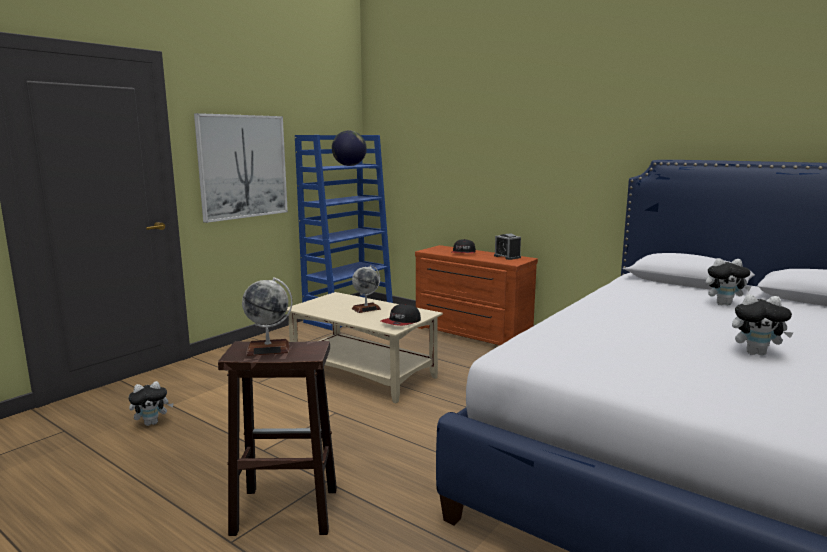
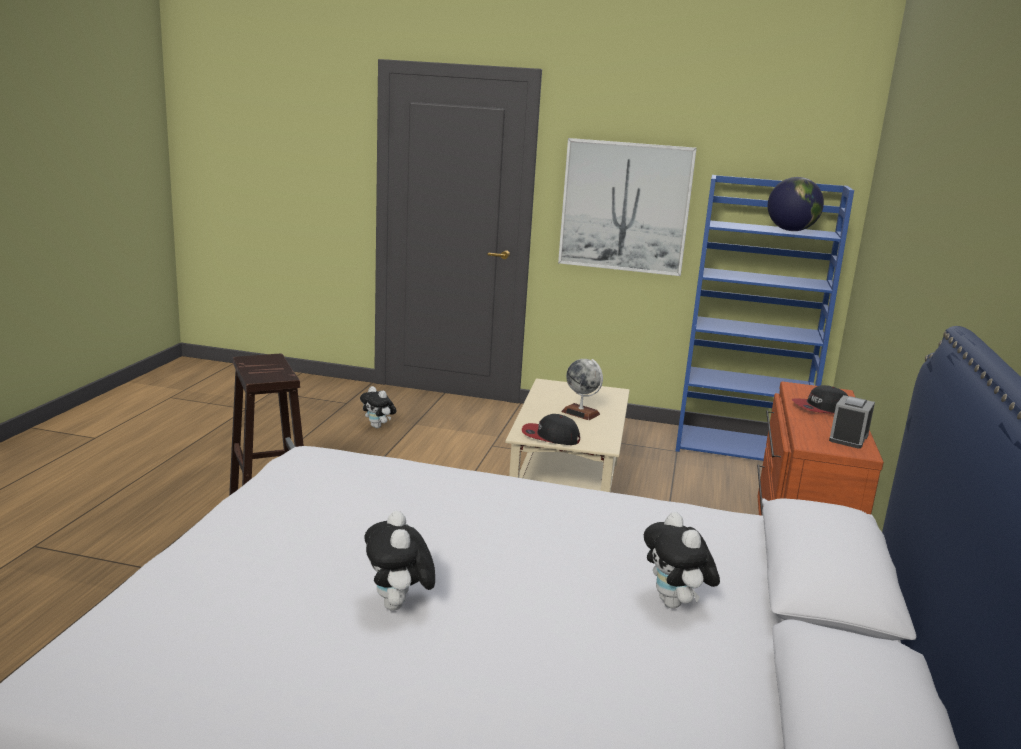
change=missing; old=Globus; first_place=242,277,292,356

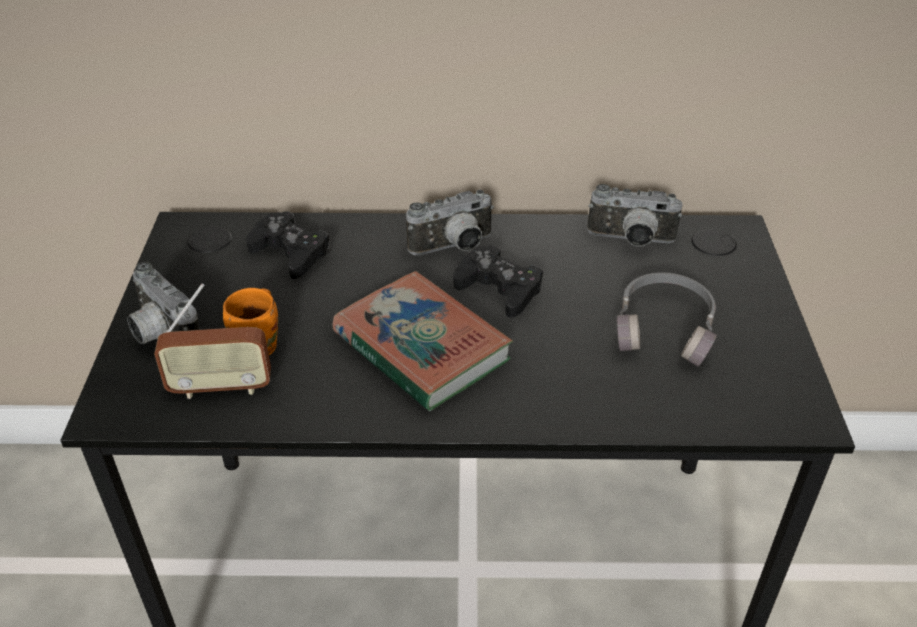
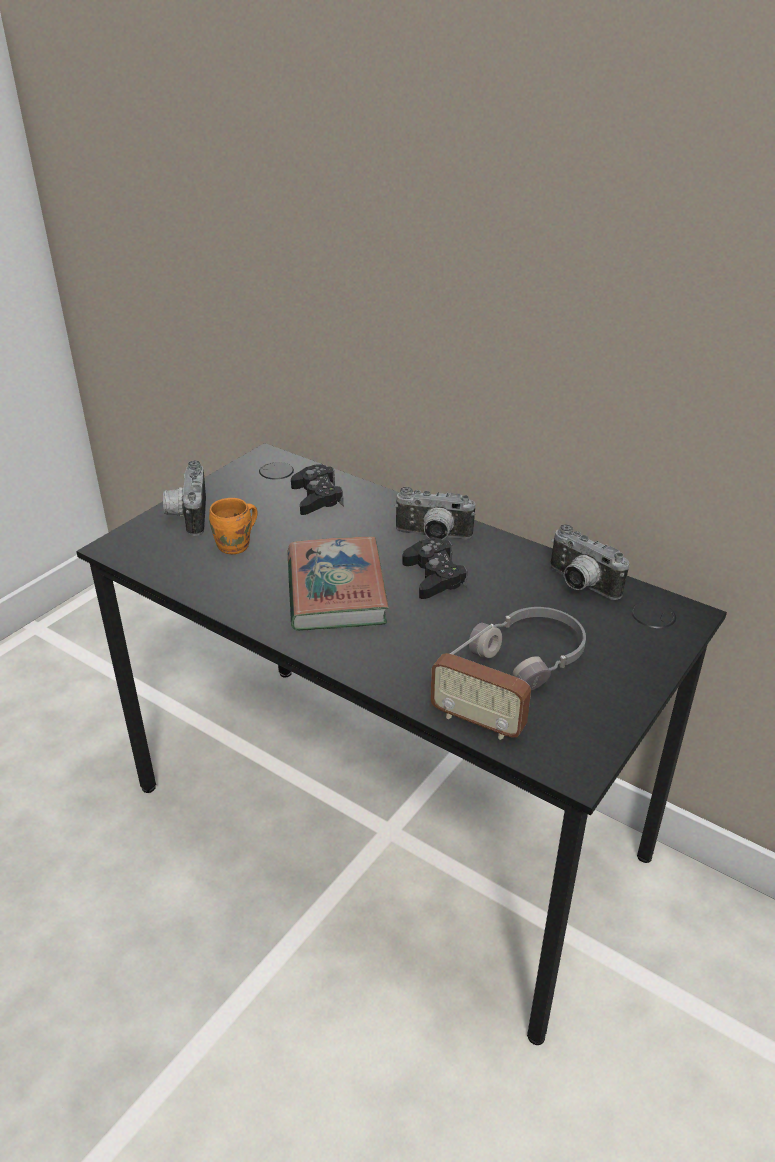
change=relocated; old=Radio; first_place=154,284,271,399; second_place=430,624,531,740

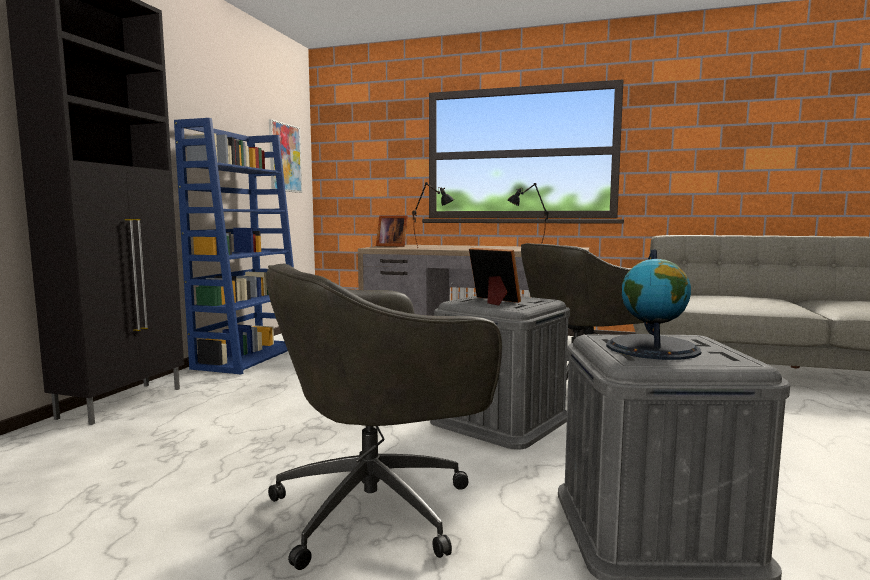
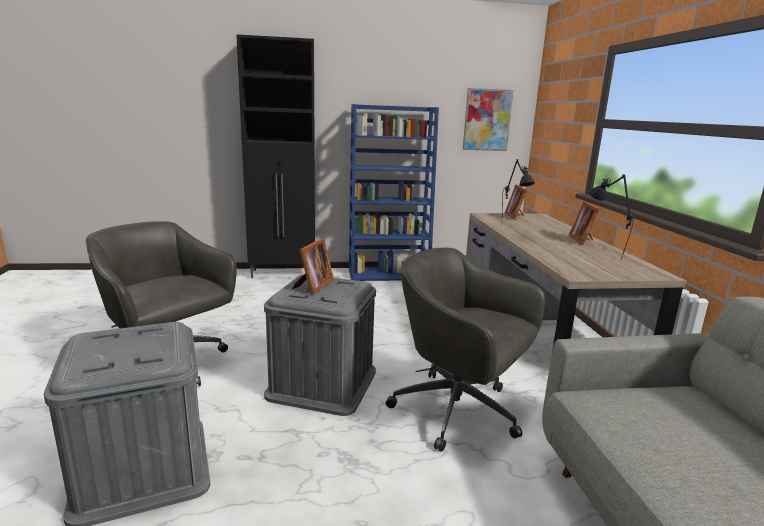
change=appeared; new=Bilderrahmen; second_place=569,202,600,245
change=missing; old=Globus; first_place=606,249,701,360

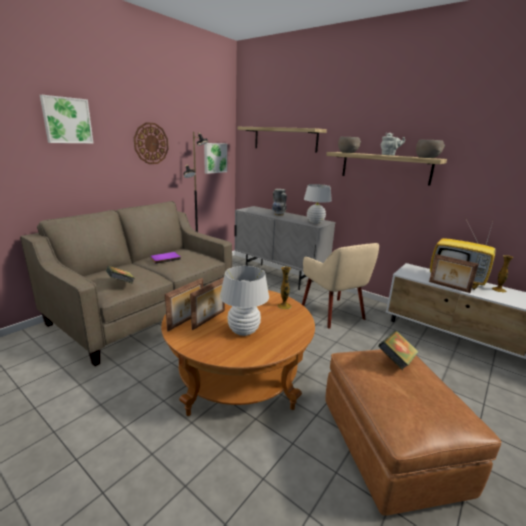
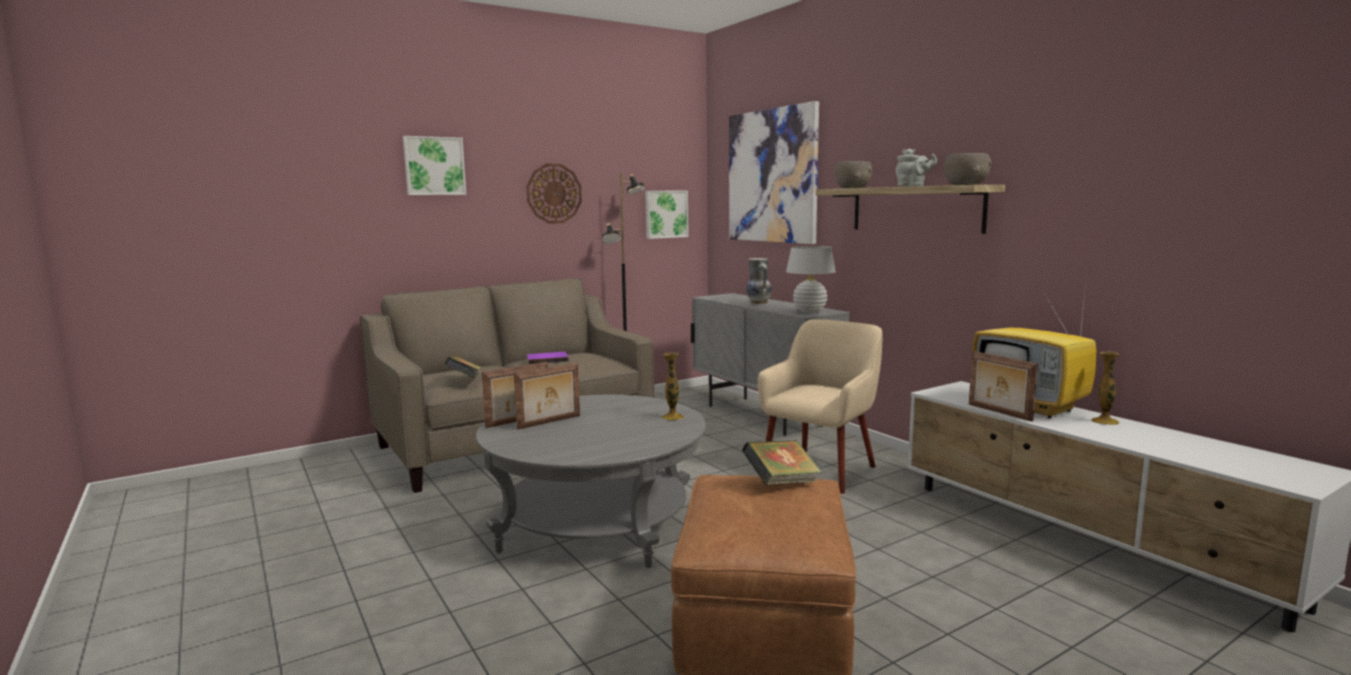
change=colour; old=Couchtisch [braun]; new=Couchtisch [grau]; first_place=161,290,315,416; second_place=476,395,706,568
change=exchanged; old=Wandregal; new=Bild; first_place=237,127,327,152; second_place=729,101,819,244
change=spun; old=Sessel [beige]; first_place=302,243,379,329; second_place=758,319,882,494; degrees=-135
change=missing; old=Tischlampe [weiß]; first_place=220,266,269,336

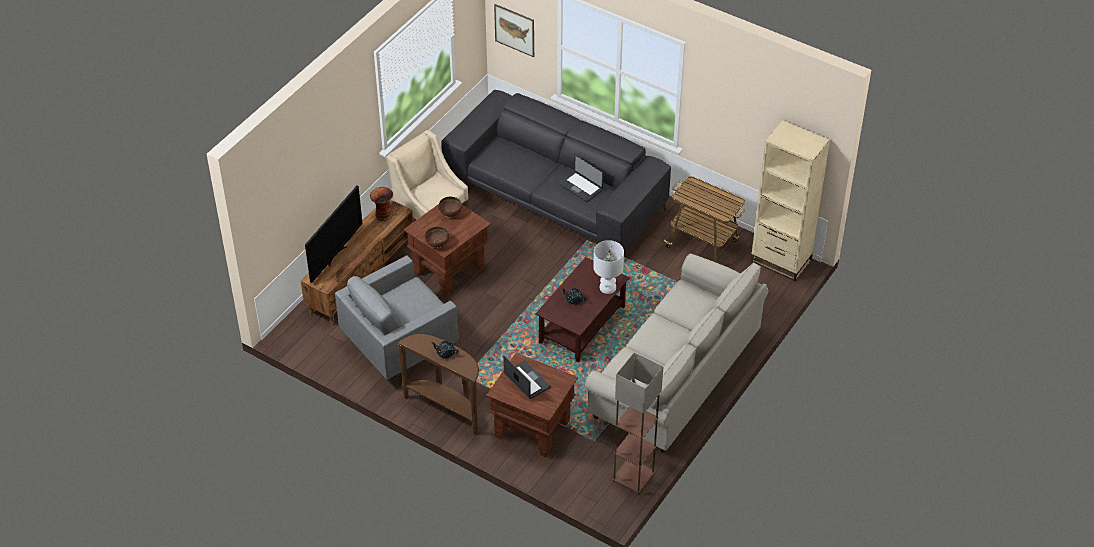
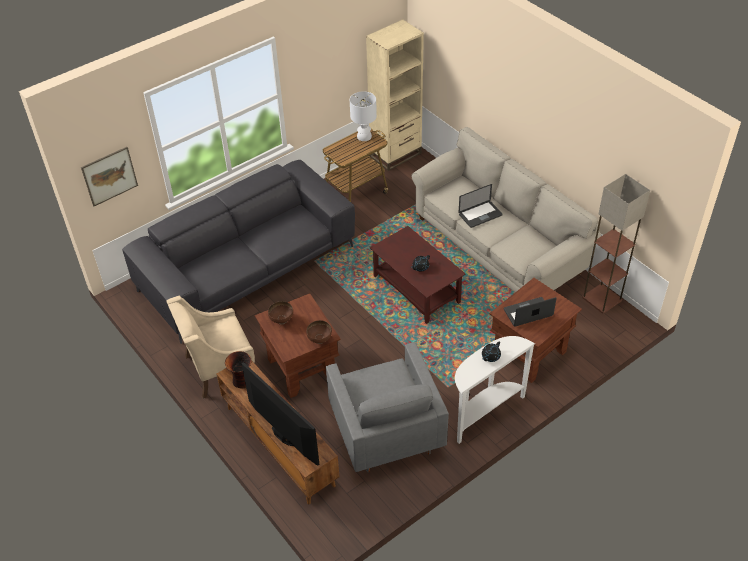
change=relocated; old=Tischlampe [weiß]; first_place=593,240,624,294; second_place=350,91,377,141
change=colour; old=Konsolentisch [braun]; new=Konsolentisch [weiß]; first_place=397,334,479,435; second_place=455,336,535,444
change=relocated; old=Laptop; first_place=559,154,603,202; second_place=458,184,503,228

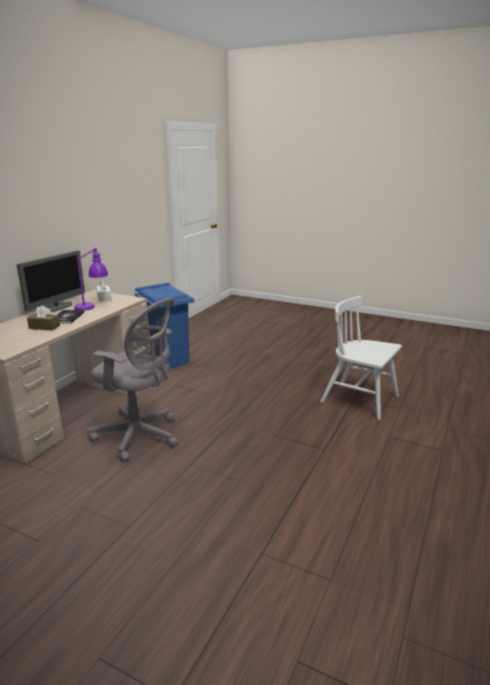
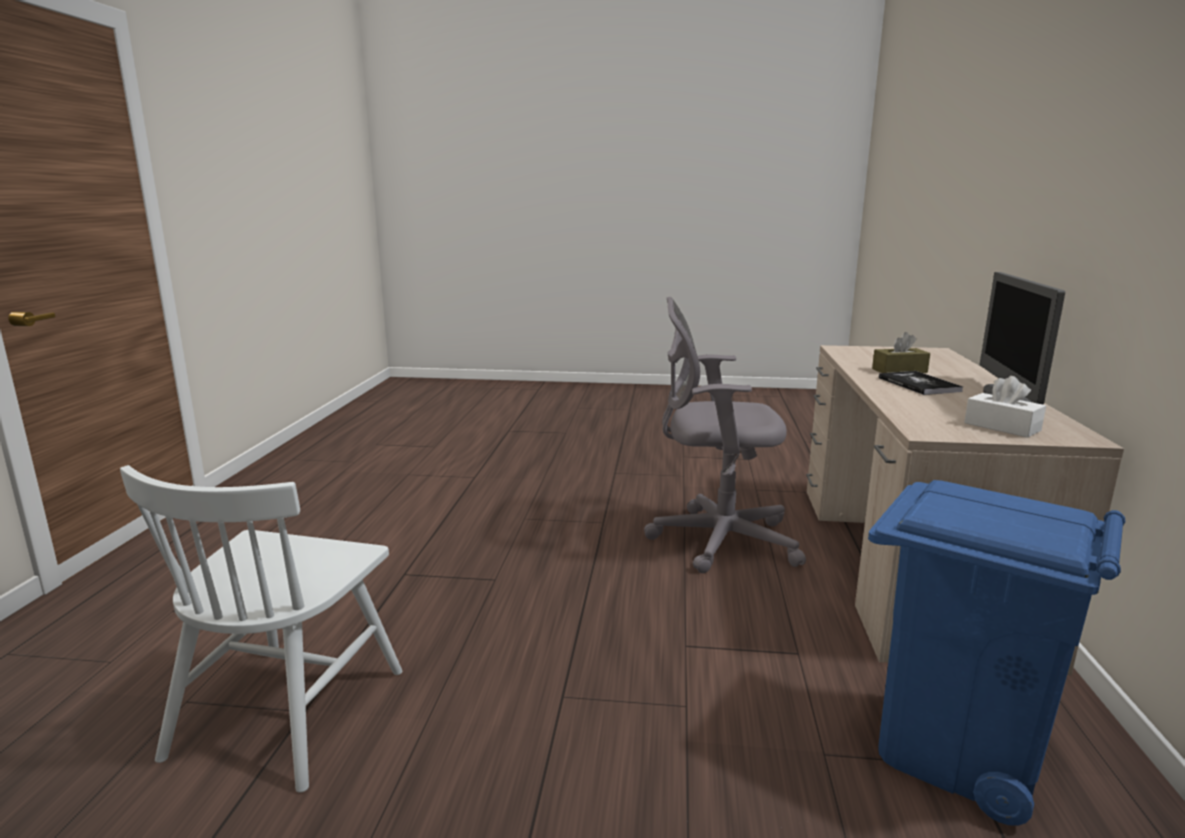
change=spun; old=Stuhl [weiß]; first_place=320,296,402,420; second_place=120,465,403,793; degrees=90
change=missing; old=Tischlampe [lila]; first_place=74,248,108,311

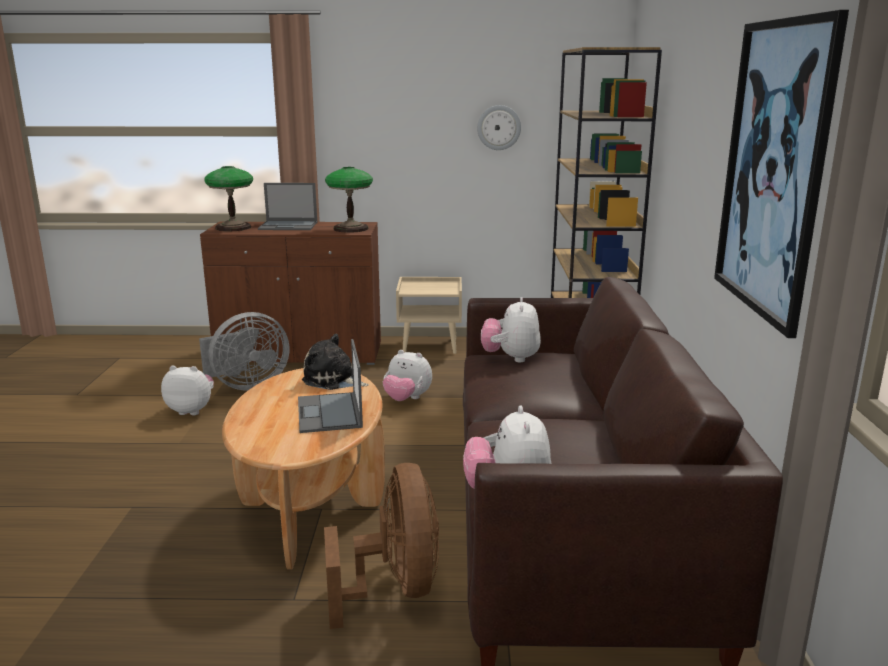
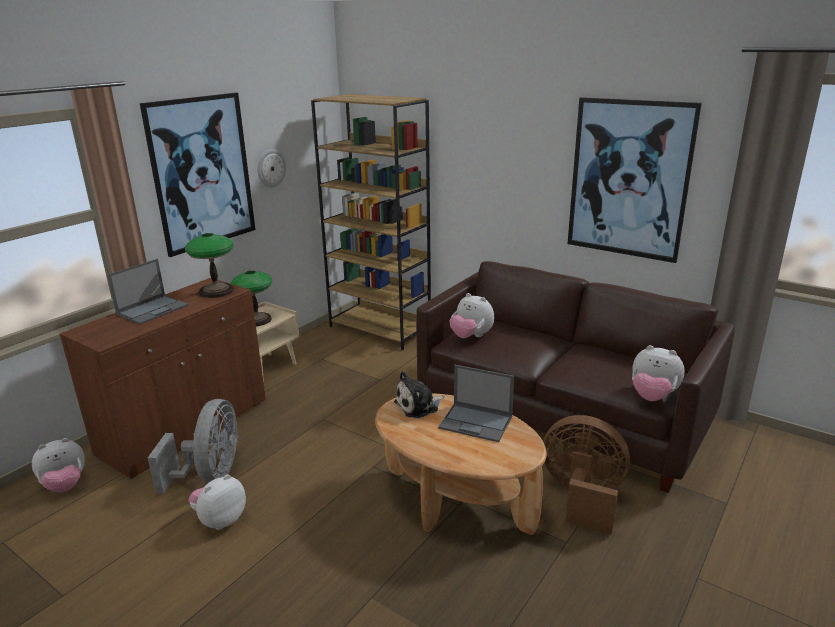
change=relocated; old=Plüschtier; first_place=383,350,432,401; second_place=32,438,85,492
change=appeared; new=Bild; second_place=140,93,255,257
change=relocated; old=Tischlampe; first_place=205,166,253,231; second_place=231,271,273,326

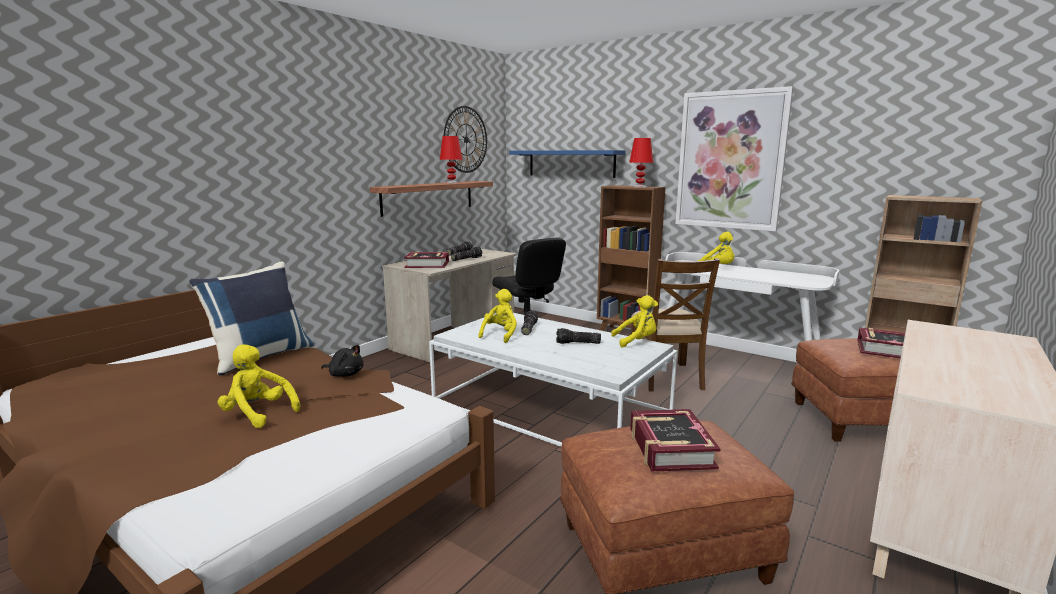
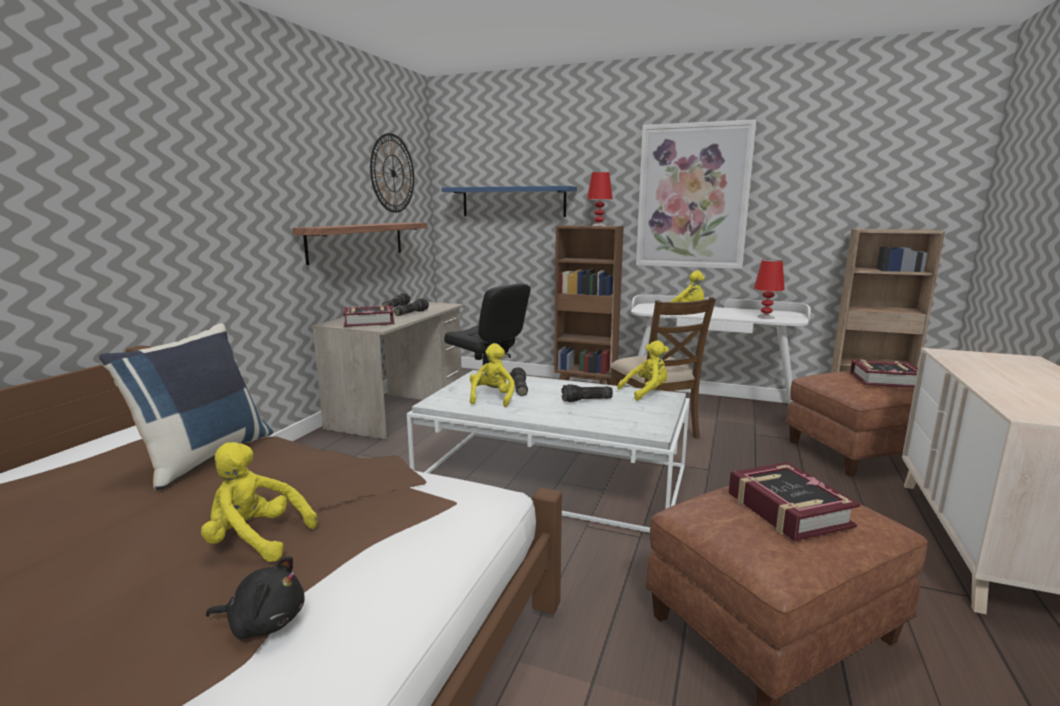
change=relocated; old=Plüschtier [schwarz]; first_place=321,345,363,377; second_place=206,556,305,639
change=relocated; old=Tischlampe [rot]; first_place=440,136,462,183; second_place=754,260,785,319

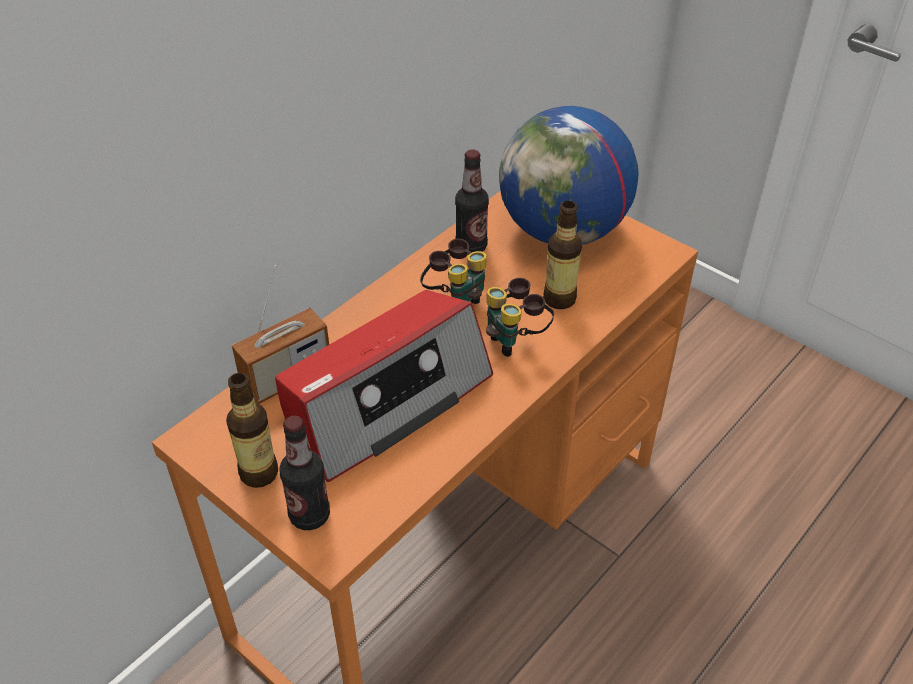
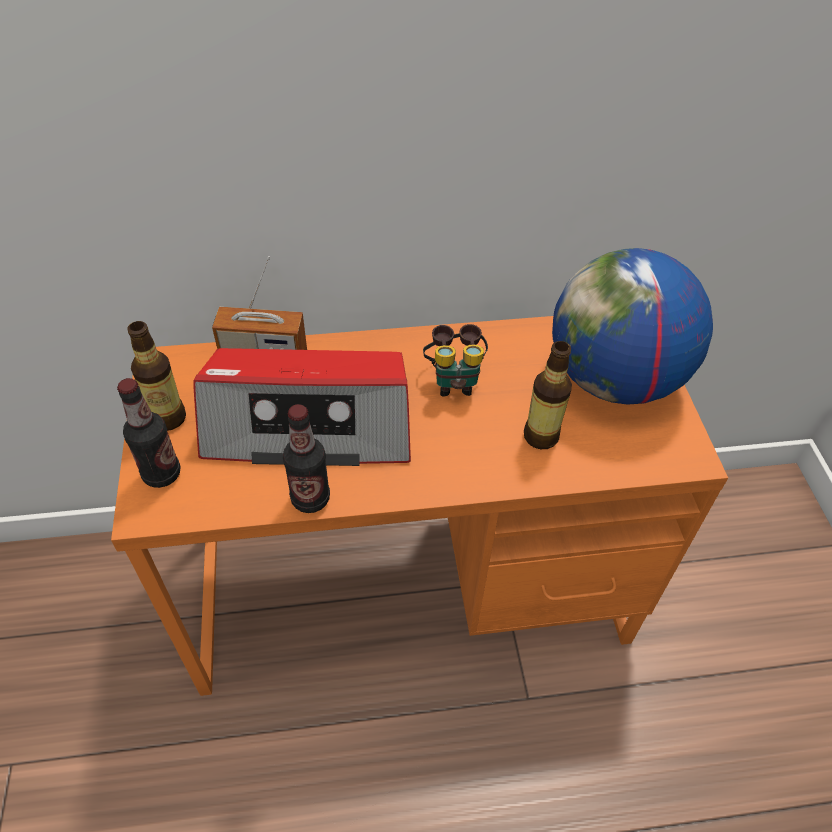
change=relocated; old=Flasche; first_place=455,150,489,253; second_place=283,404,330,513
change=missing; old=Fernglas; first_place=486,278,554,357

